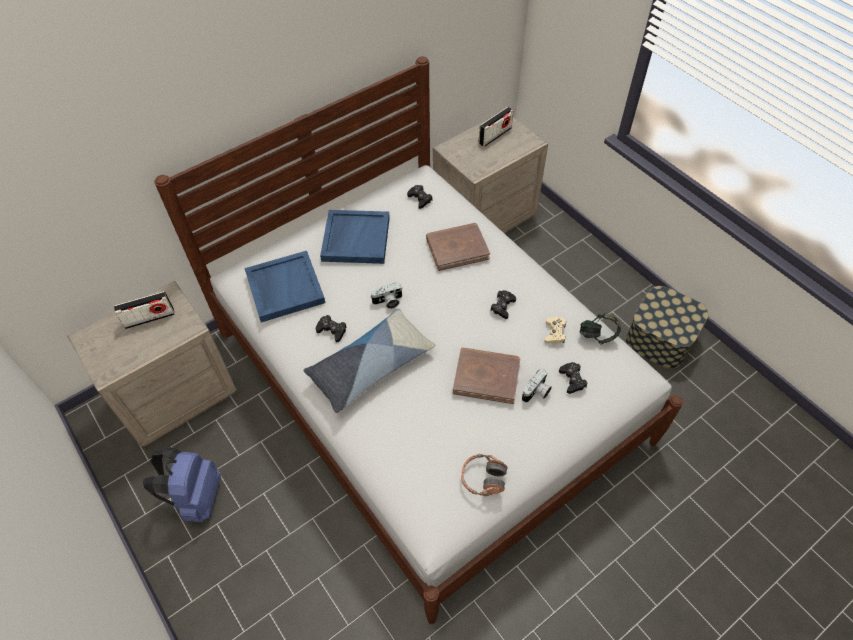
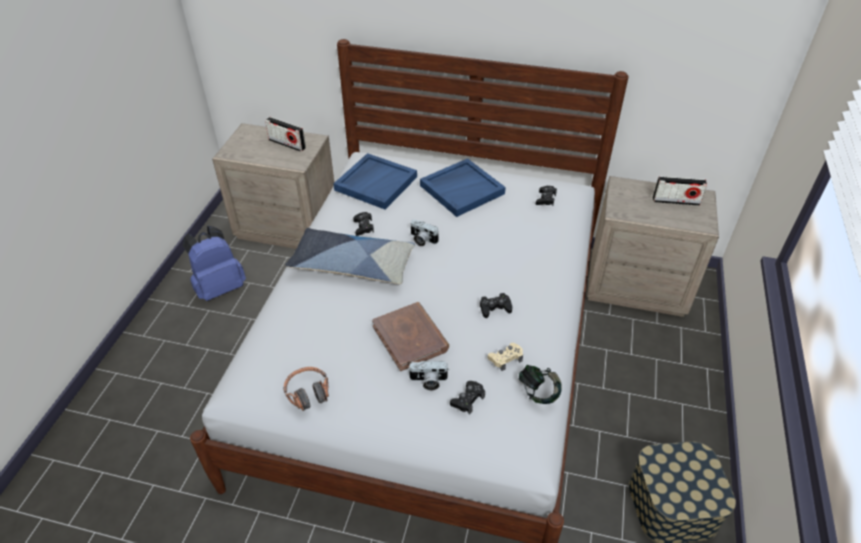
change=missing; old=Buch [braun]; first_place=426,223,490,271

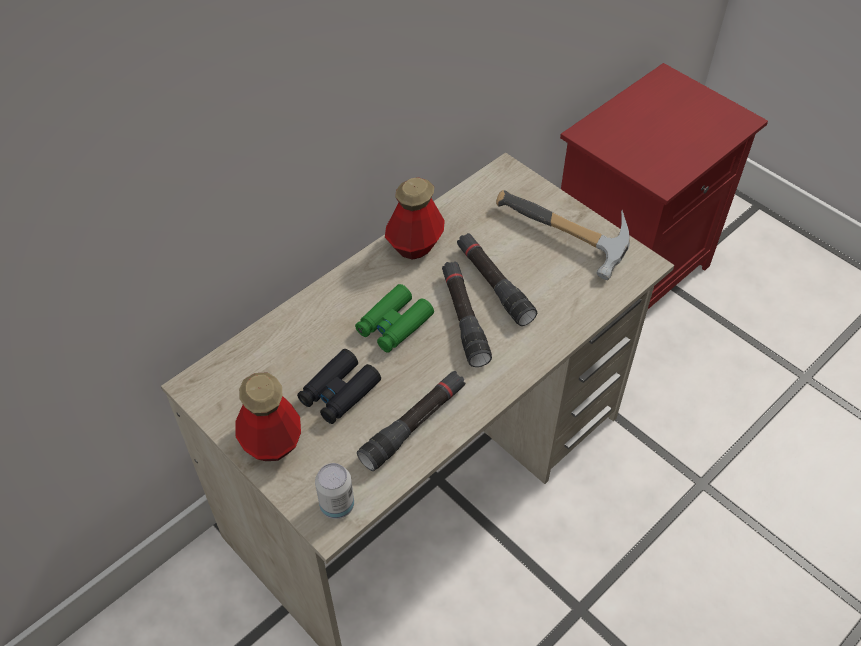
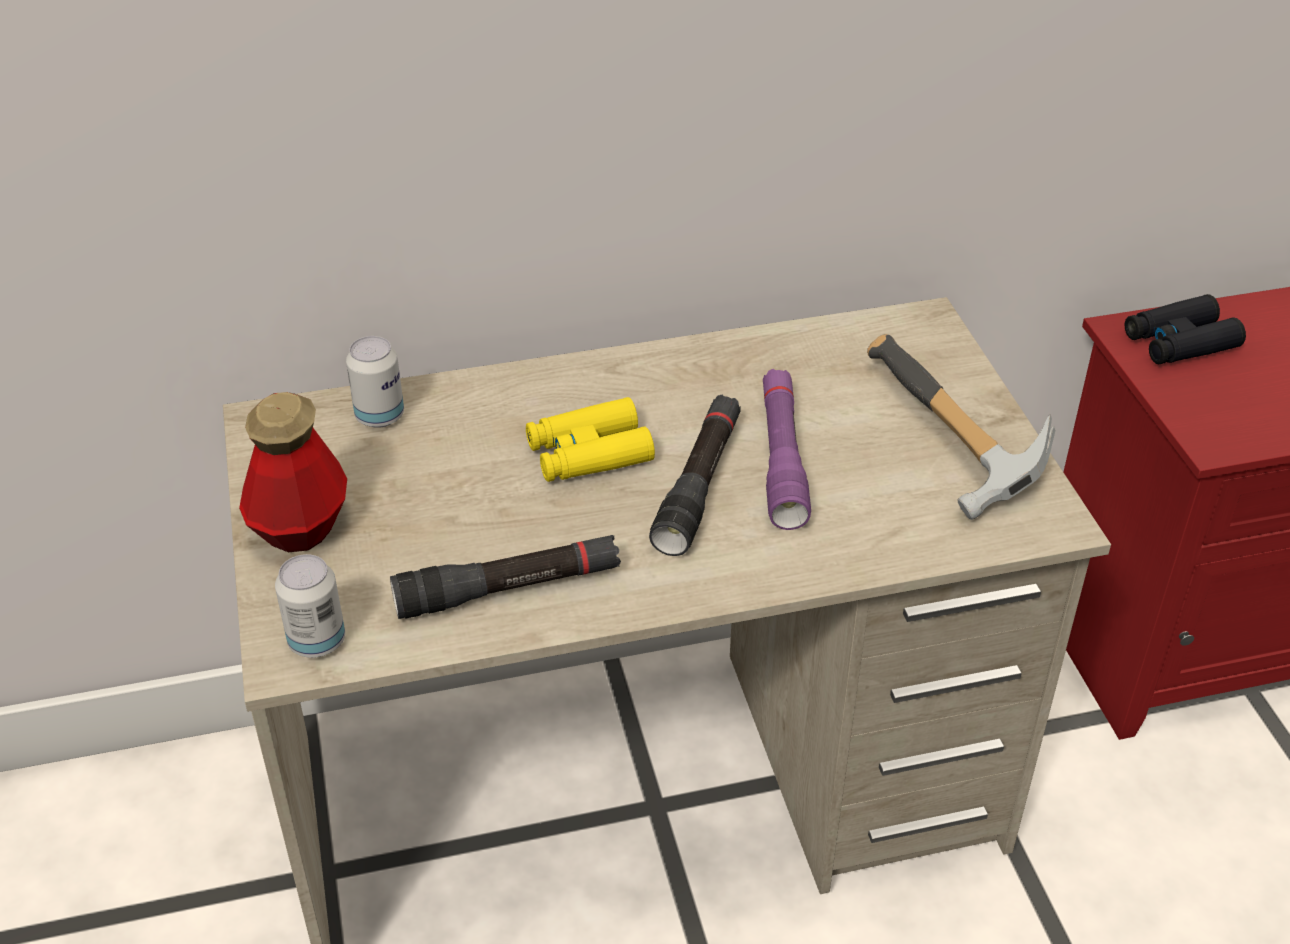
change=appeared; new=Dose; second_place=346,336,404,428
change=colour; old=Fernglas [grün]; new=Fernglas [gelb]; first_place=355,284,434,353; second_place=526,397,655,482
change=colour; old=Taschenlampe [schwarz]; new=Taschenlampe [lila]; first_place=457,233,537,326; second_place=763,369,811,530
change=relocated; old=Fernglas [schwarz]; first_place=297,349,381,424; second_place=1125,294,1246,364
change=missing; old=Flasche; first_place=385,177,445,260

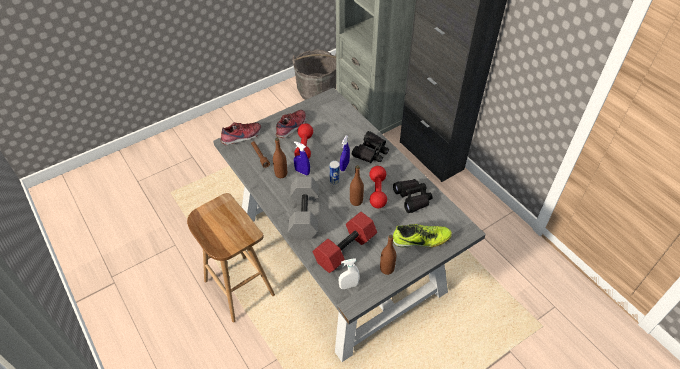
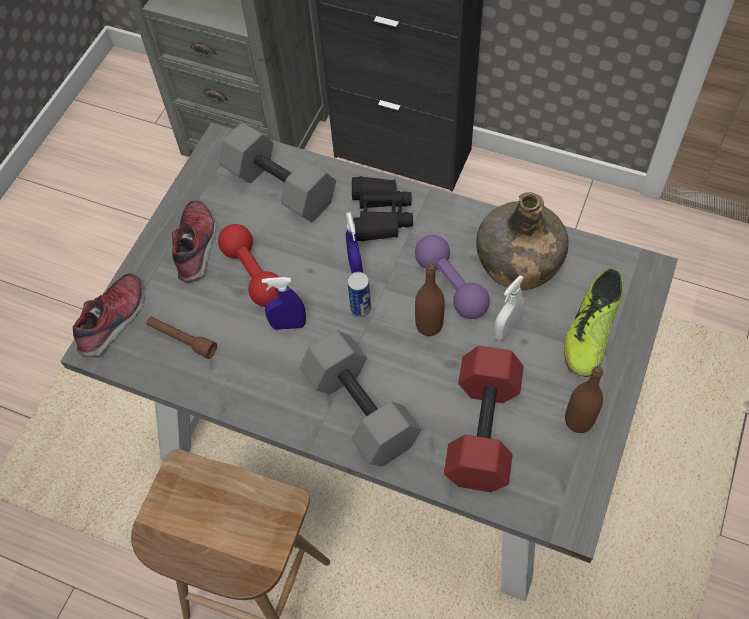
change=appeared; new=Hantel [grau]; second_place=219,122,336,222
change=colour; old=Hantel [rot]; new=Hantel [lila]; first_place=369,166,387,208; second_place=415,235,490,319
change=exchanged; old=Fernglas [schwarz]; new=Flasche [grün]; first_place=393,179,433,213; second_place=476,192,568,290
change=relocated; old=Sprühflasche [weiß]; first_place=339,259,359,289; second_place=494,275,524,341
change=spun; old=Schuh; first_place=393,224,452,248; second_place=564,268,623,377; degrees=150
change=missing; old=Flasche [braun]; first_place=273,138,287,178
change=missing; old=Eimer [grau]; first_place=292,50,336,100

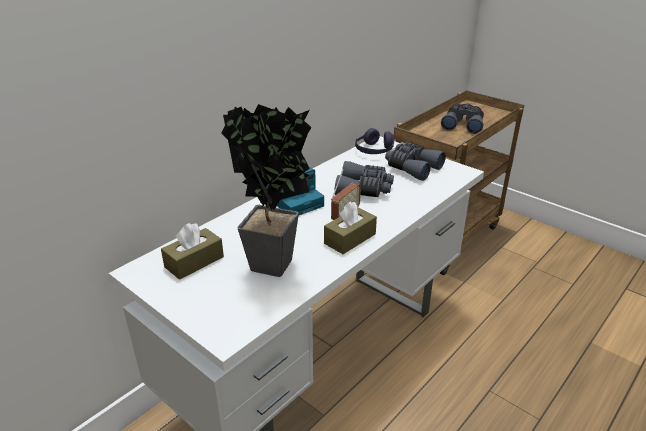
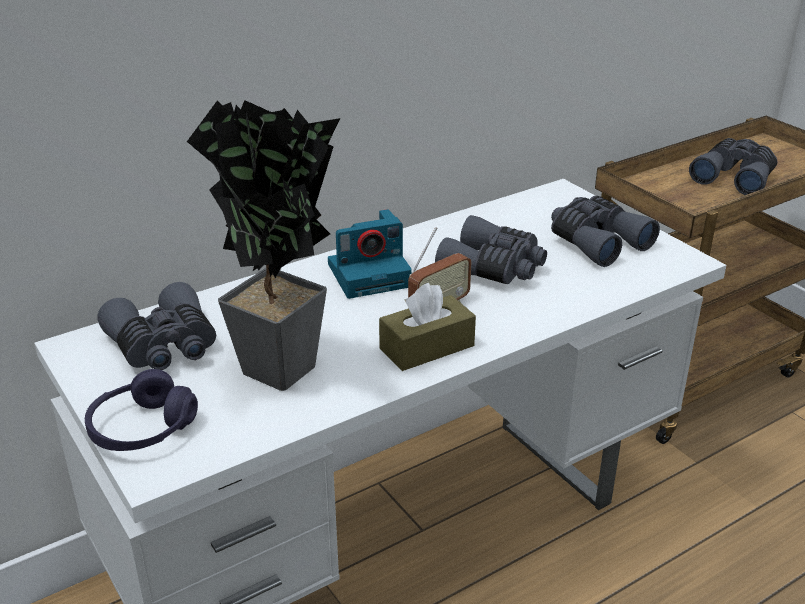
change=relocated; old=Kopfhörer [lila]; first_place=355,128,394,154; second_place=85,369,198,451
change=exchanged; old=Taschentuchbox [braun]; new=Fernglas [grau]; first_place=161,223,224,280; second_place=97,282,216,370

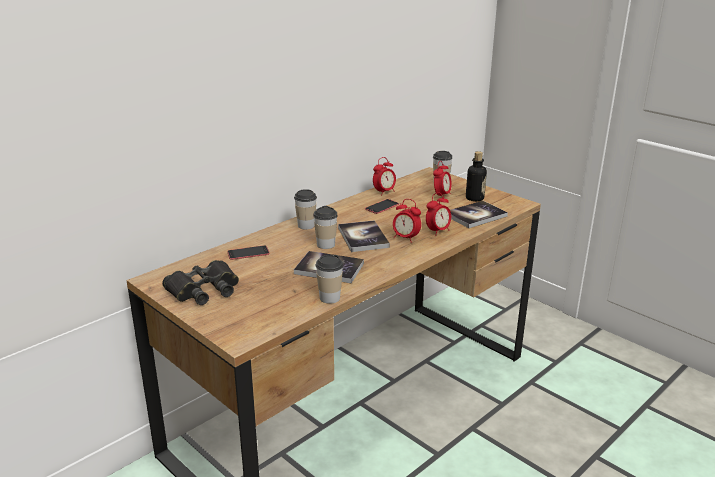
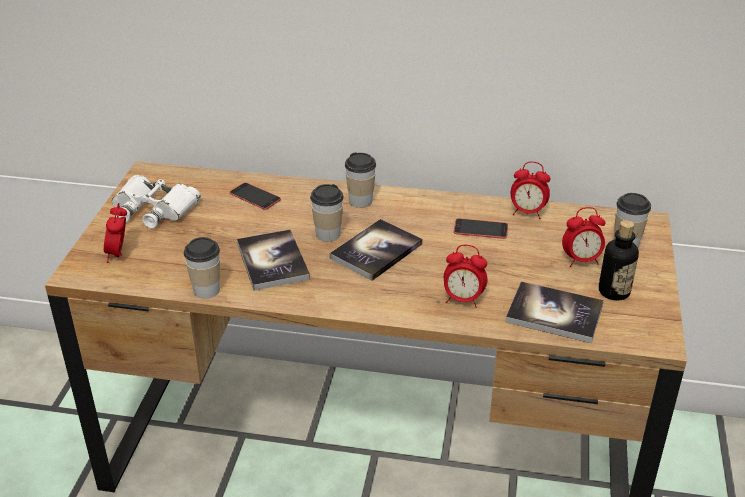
change=relocated; old=Wecker; first_place=393,199,421,243; second_place=104,203,127,263
change=colour; old=Fernglas [schwarz]; new=Fernglas [weiß]; first_place=162,260,239,305; second_place=112,175,201,228

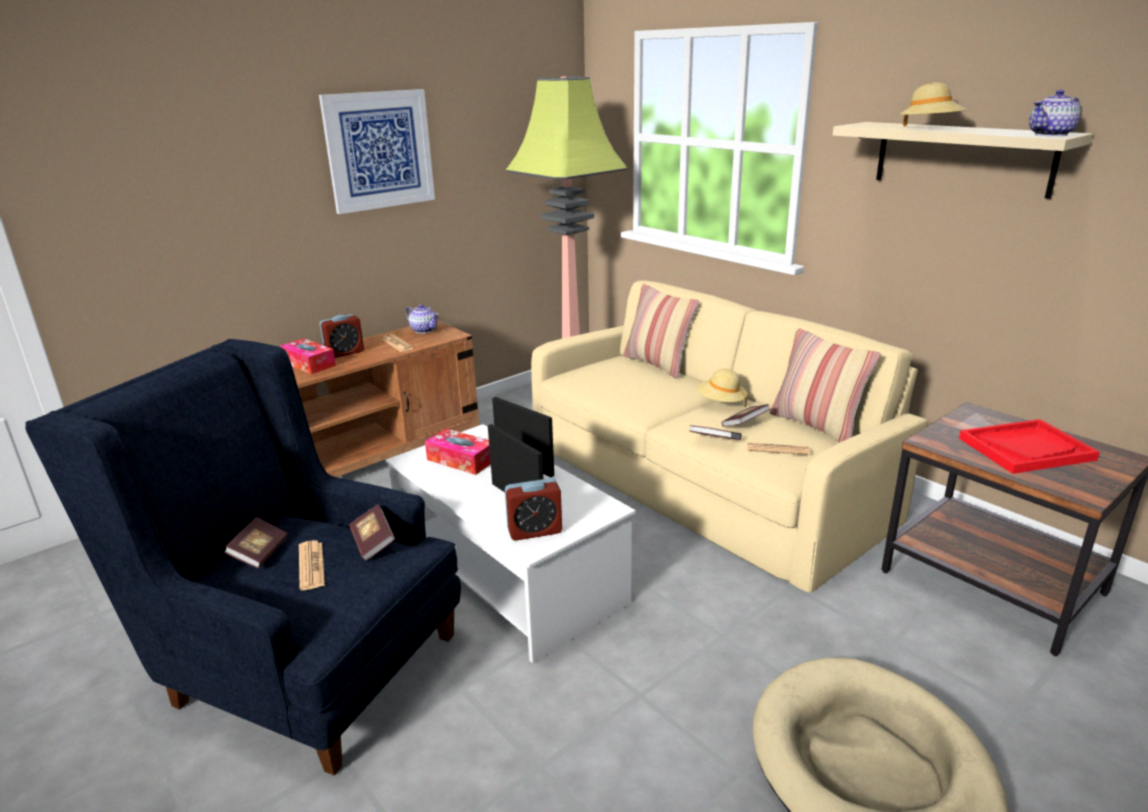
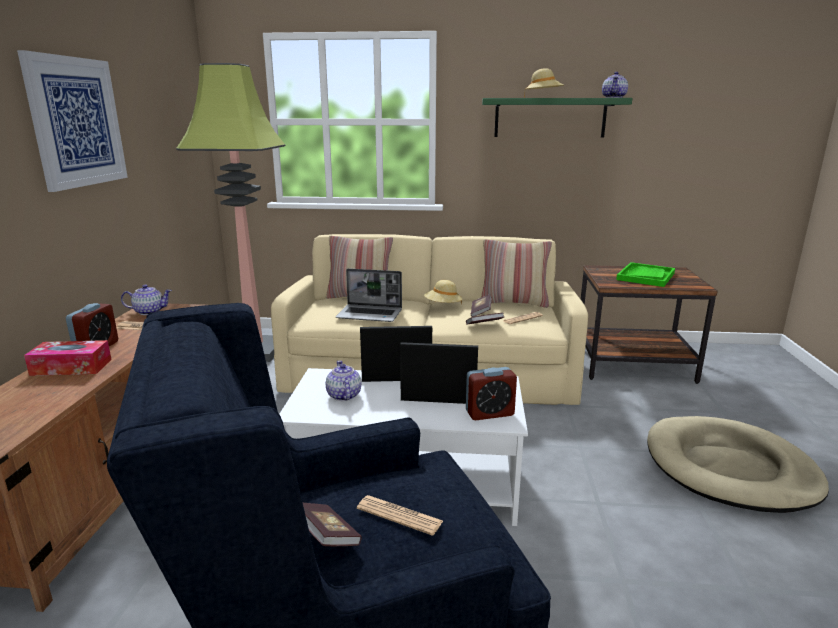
change=exchanged; old=Taschentuchbox; new=Teekanne; first_place=425,428,491,475; second_place=326,360,361,401
change=appeared; new=Laptop; second_place=336,268,402,322
change=spun; old=Wecker; first_place=505,478,562,541; second_place=466,367,517,420; degrees=45
change=colour; old=Wandregal [beige]; new=Wandregal [grün]; first_place=833,122,1093,199; second_place=482,98,632,137
change=colour; old=Tablett [rot]; new=Tablett [grün]; first_place=959,419,1100,474; second_place=616,262,675,287
change=missing; old=Buch; first_place=349,504,395,561

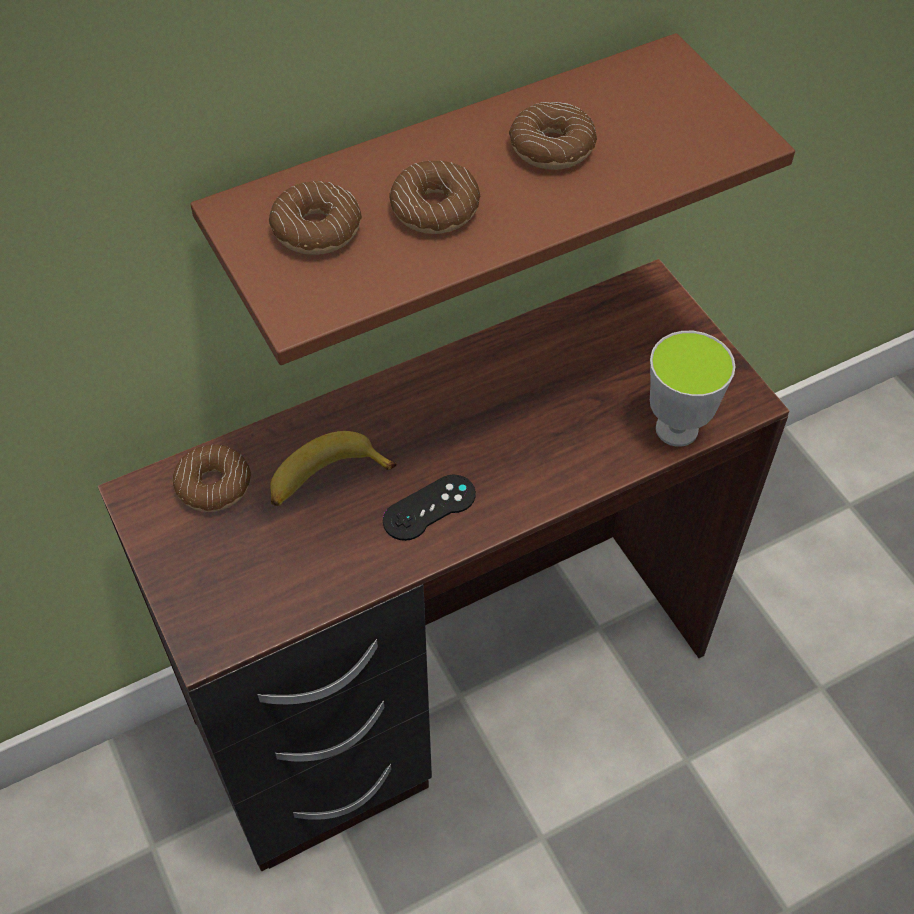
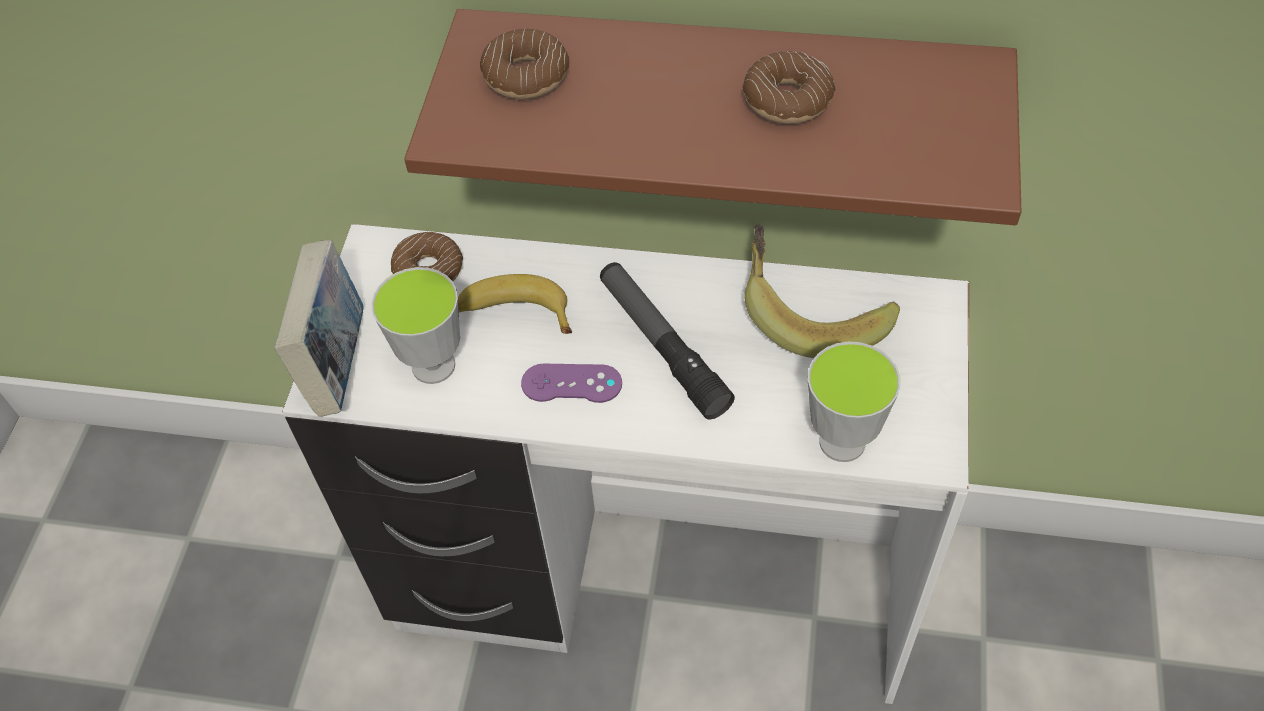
change=appeared; new=Buch; second_place=274,240,364,417
change=colour; old=Schreibtisch [braun]; new=Schreibtisch [weiß]; first_place=98,259,789,871; second_place=282,224,969,704
change=appeared; new=Tasse; second_place=371,267,460,384
change=colour; old=Gamepad [schwarz]; new=Gamepad [lila]; first_place=383,475,476,541; second_place=521,364,622,403
change=appeared; new=Taschenlampe; second_place=600,262,735,420
change=appeared; new=Banane; second_place=744,224,900,358
change=missing; old=Donut; first_place=389,161,481,234

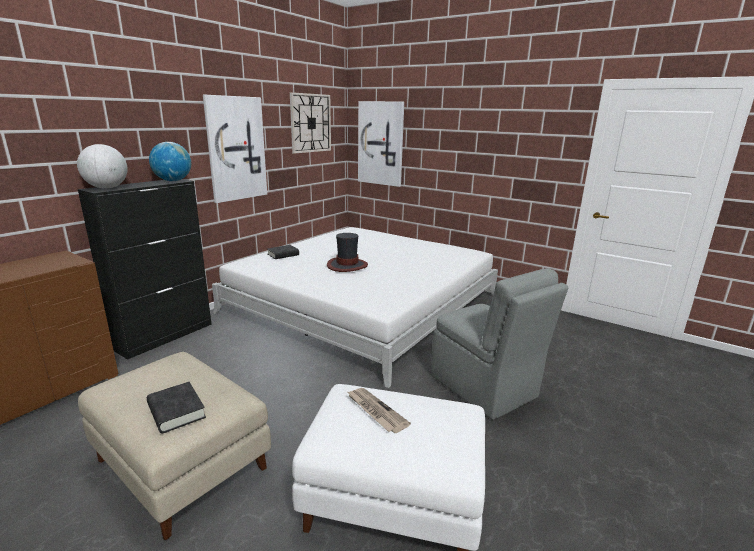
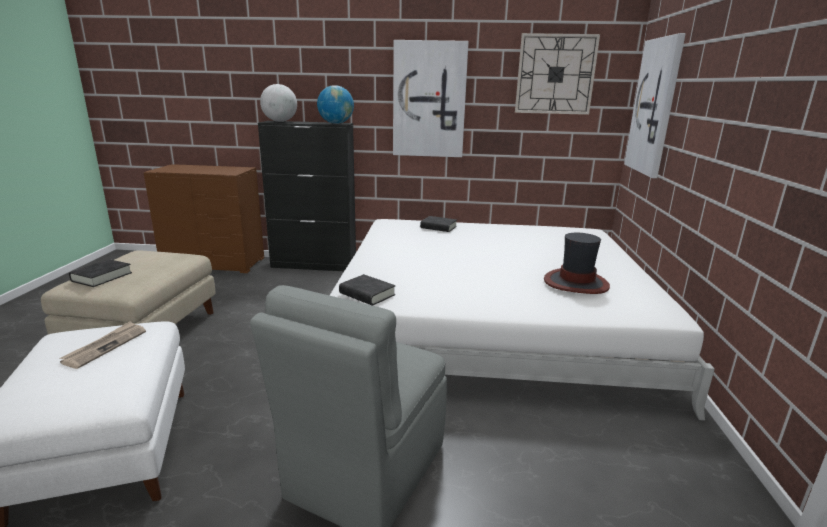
change=appeared; new=Buch [schwarz]; second_place=339,274,395,306
change=relocated; old=Hut; first_place=327,233,368,272; second_place=544,233,610,294

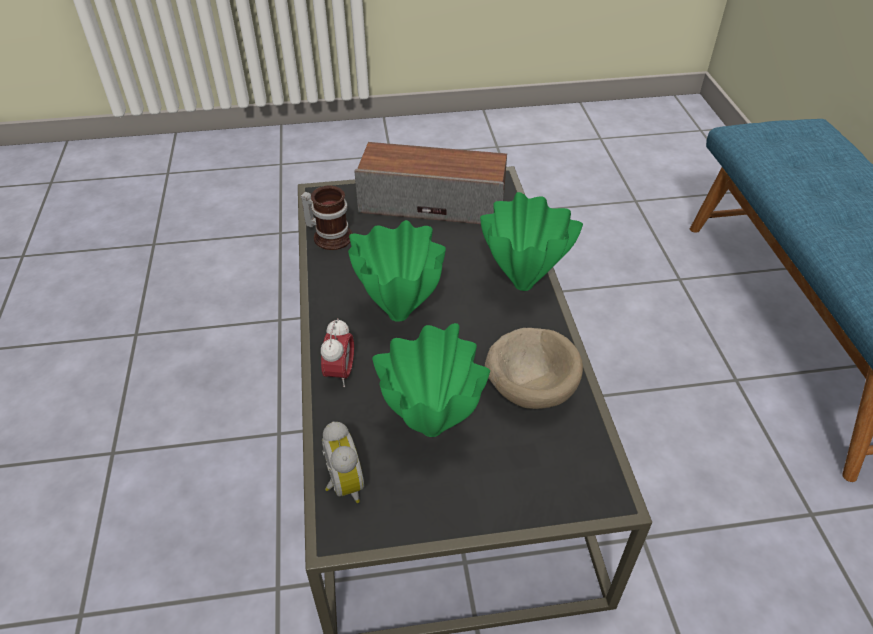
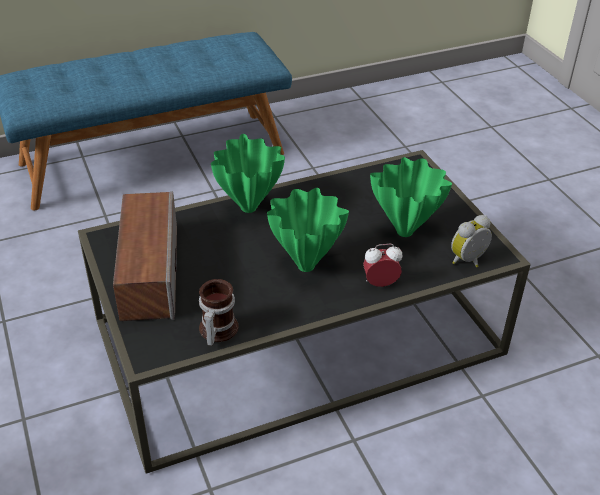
change=missing; old=Schüssel [beige]; first_place=485,328,583,409

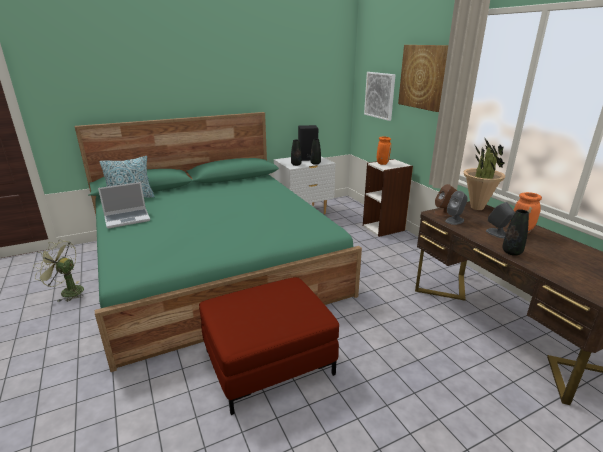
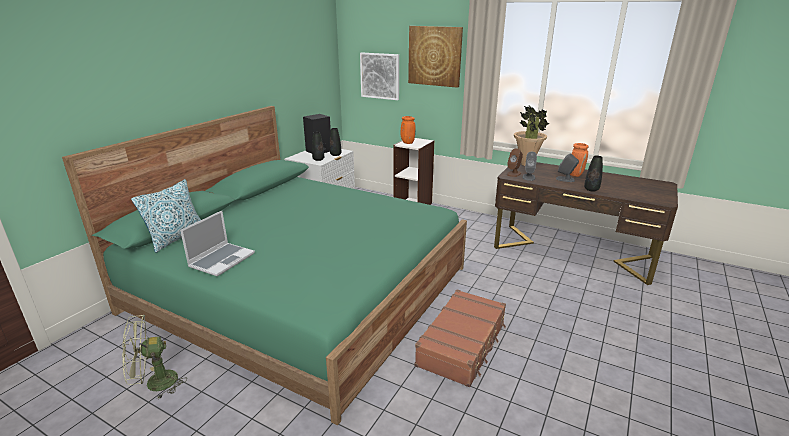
change=exchanged; old=Polsterhocker [rot]; new=Koffer [braun]; first_place=199,277,339,415; second_place=414,290,506,387

